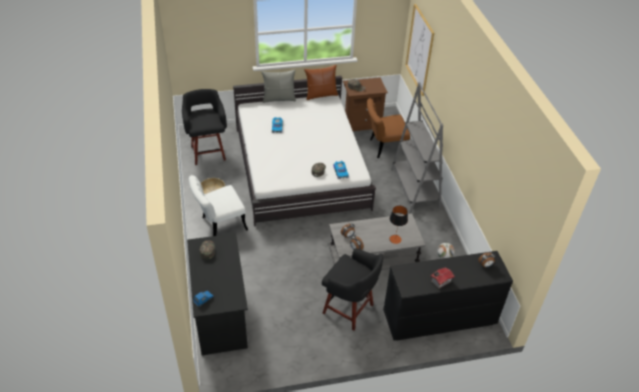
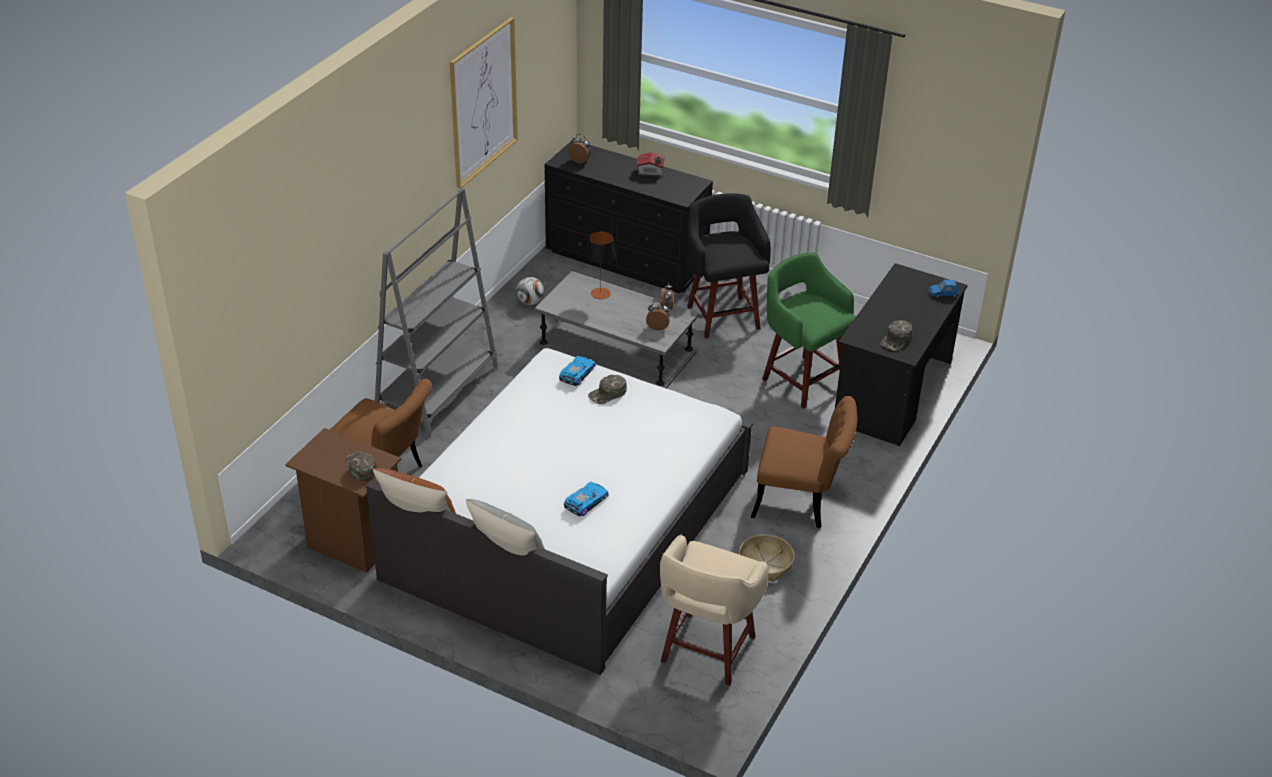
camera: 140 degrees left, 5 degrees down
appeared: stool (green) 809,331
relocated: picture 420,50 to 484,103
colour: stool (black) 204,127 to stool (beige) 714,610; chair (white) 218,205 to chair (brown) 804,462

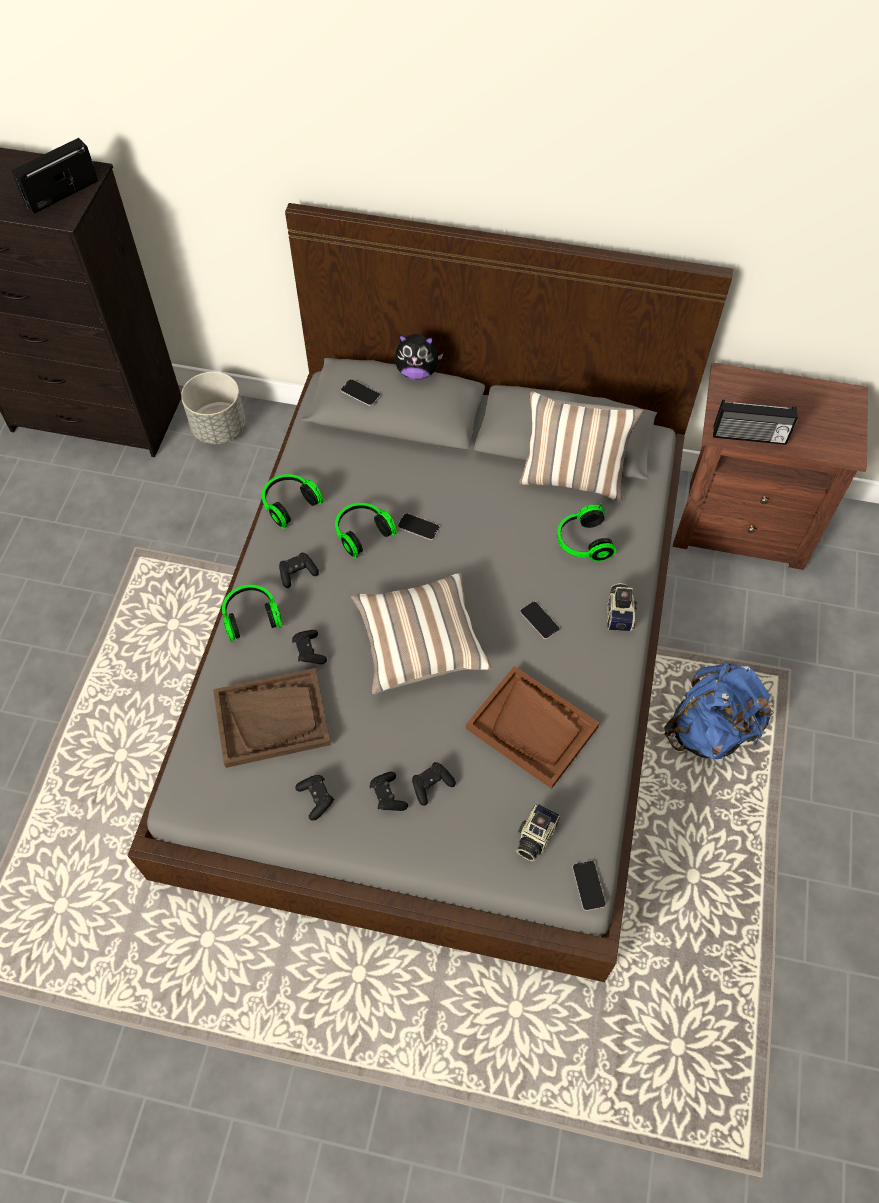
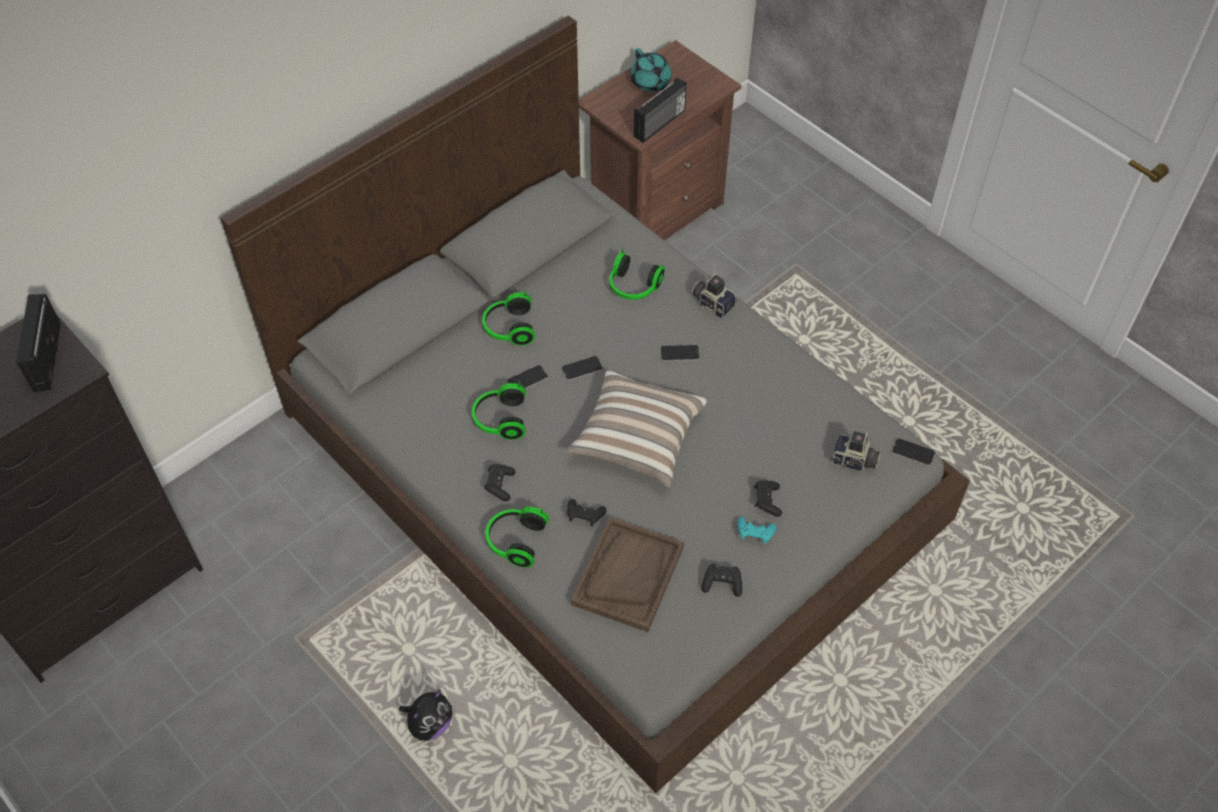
camera: 55 degrees left, 5 degrees down
missing: planter (grey) 213,408; pillow 581,446; backpack (blue) 719,710; tray (brown) 533,727
appeared: teapot (turquoise) 650,70
relocated: plush toy 419,357 to 425,715; phone 360,392 to 582,368; headphones 292,501 to 508,318
colour: game controller (black) 389,791 to game controller (turquoise) 757,530
spun: photo camera 538,832 = 856,451 45 degrees counterclockwise

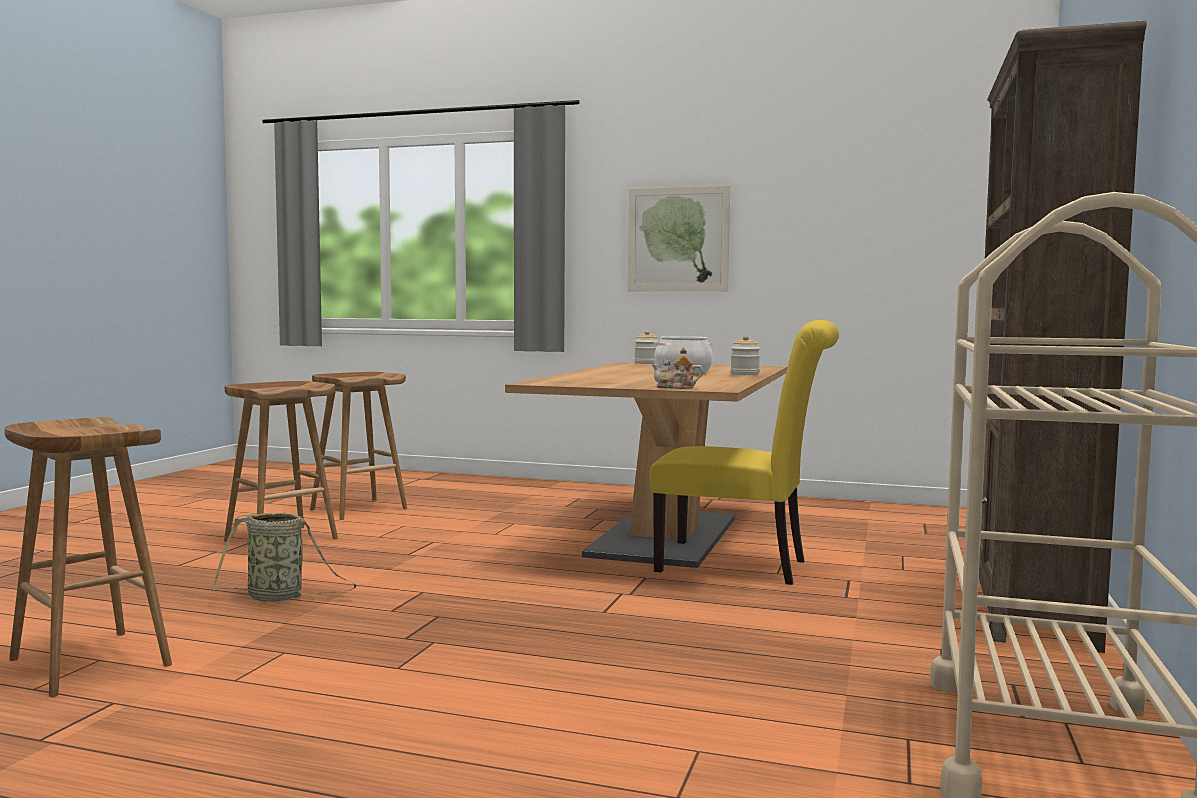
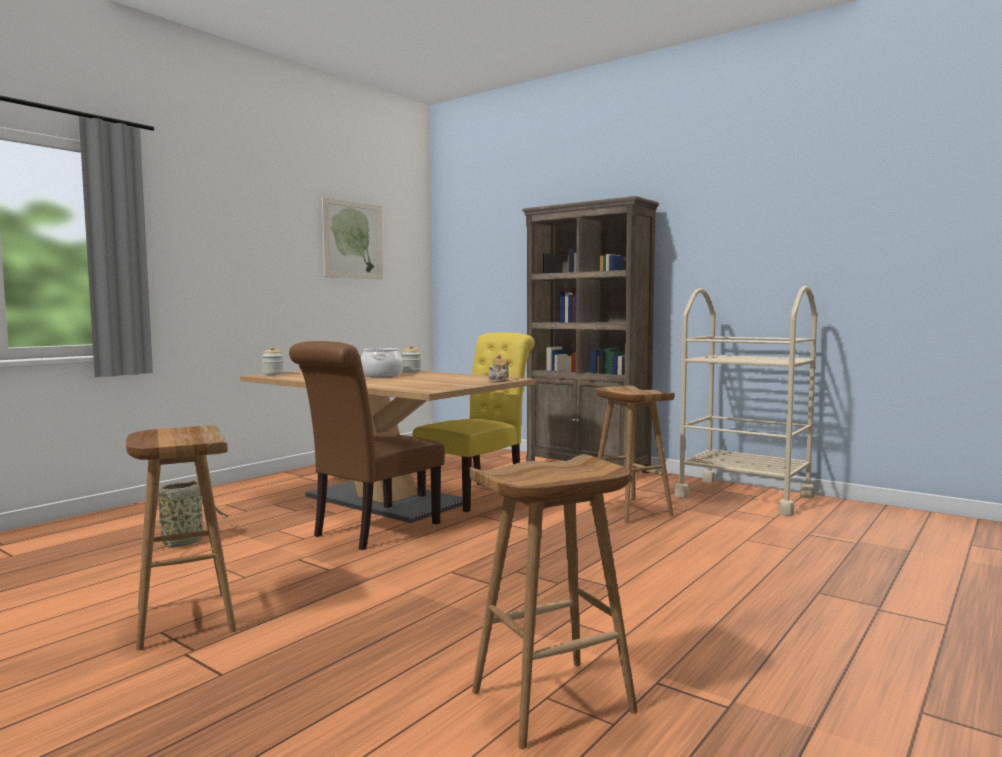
camera: 70 degrees left, 0 degrees up
appeared: chair (brown) 367,445
relocated: picture 679,238 to 352,238; stool (brown) 358,446 to 632,454; basket 284,557 to 191,515

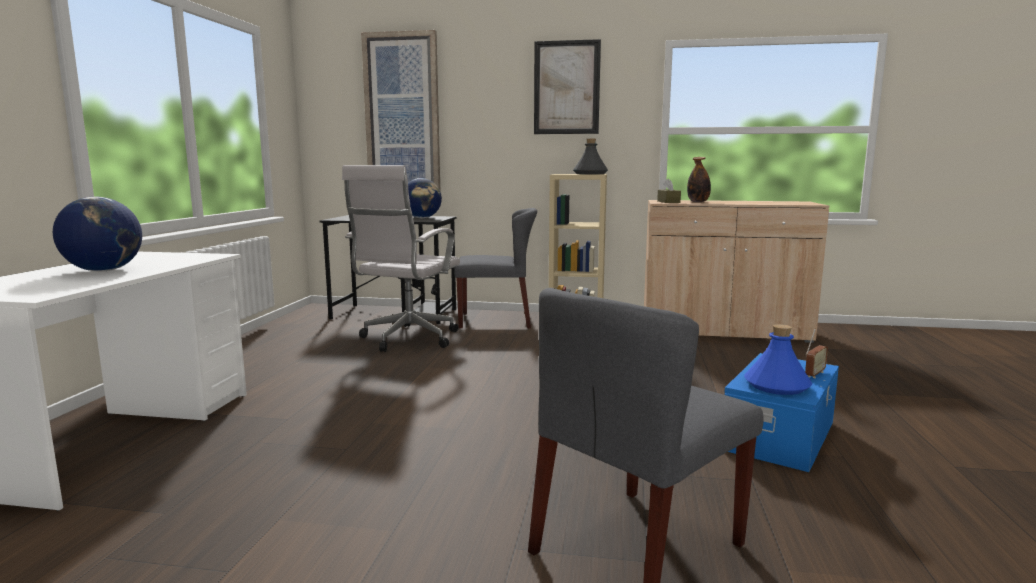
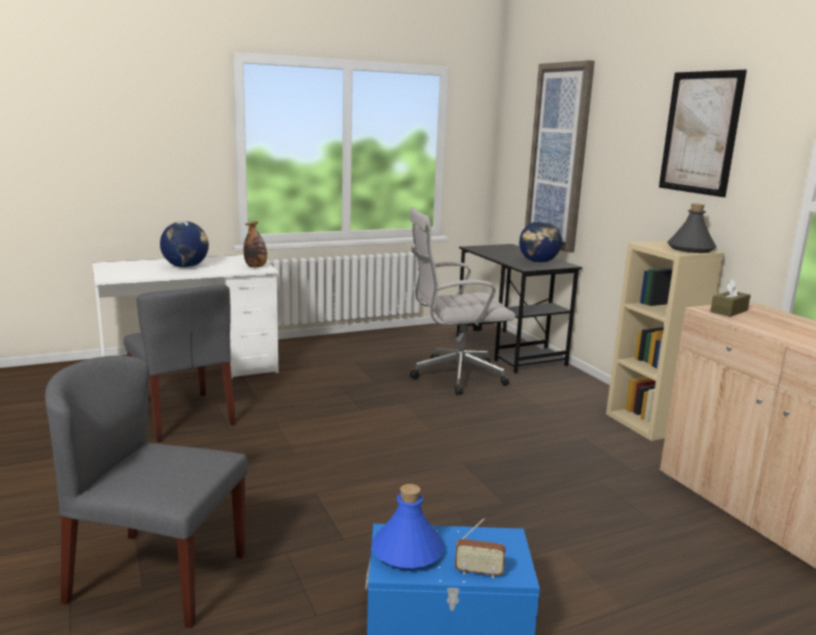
camera: 55 degrees right, 5 degrees up
relocated: bottle 699,179 to 255,244; chair (grey) 495,268 to 180,363

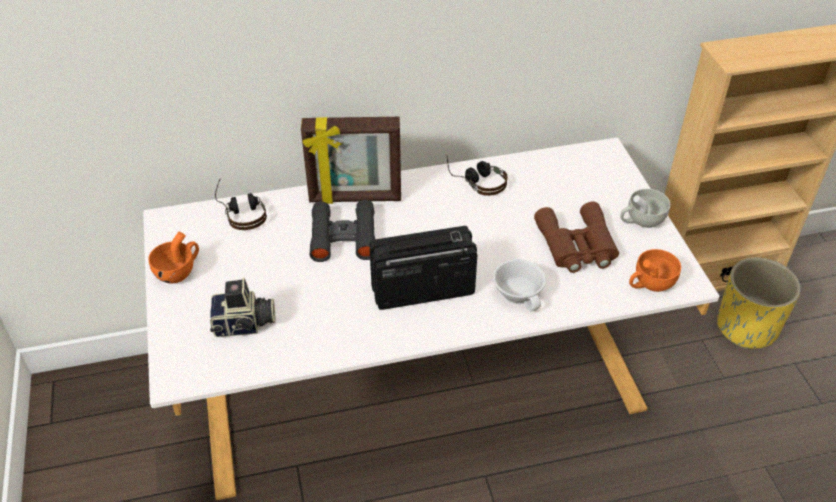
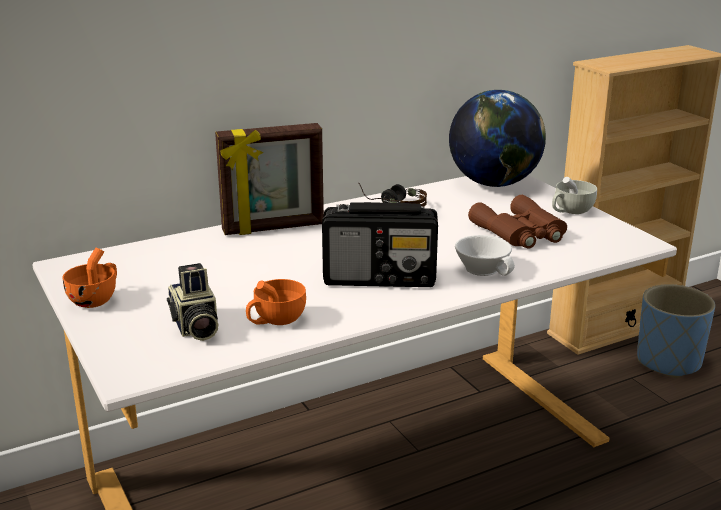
camera: 15 degrees left, 20 degrees down
missing: headphones 241,204; binoculars (black) 342,231
appeared: globe 497,138
relocated: cup (orange) 655,270 to 276,302
colour: planter (yellow) 759,303 to planter (blue) 676,331
spun: radio 423,268 = 380,244 150 degrees counterclockwise; photo camera 242,307 = 192,302 90 degrees clockwise

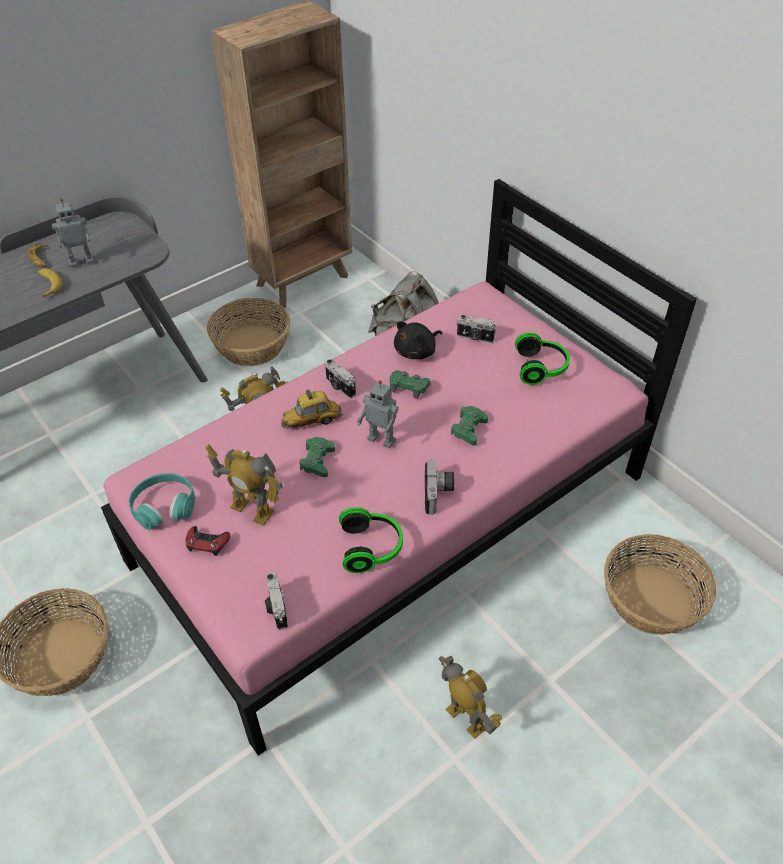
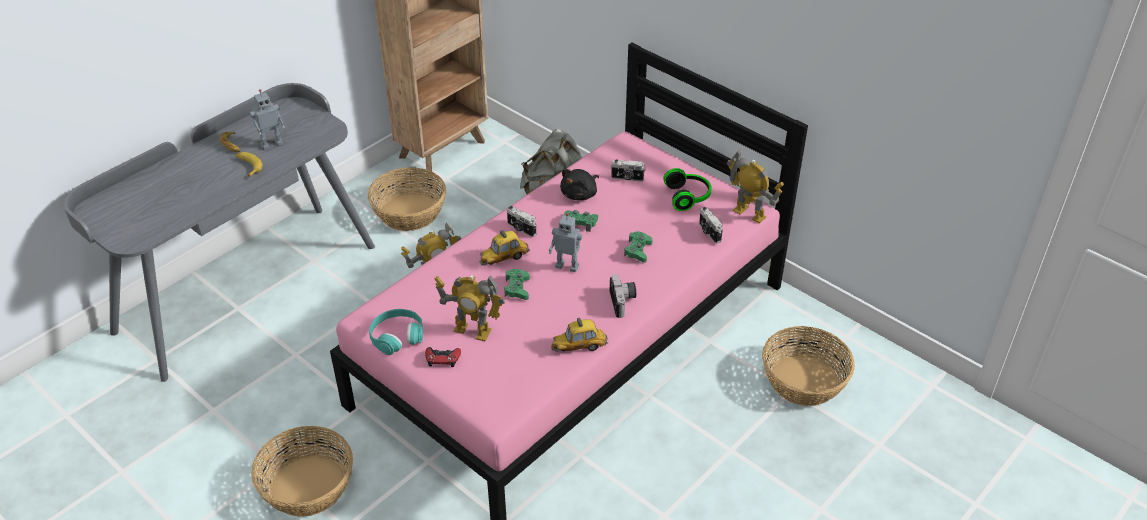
camera: 10 degrees left, 5 degrees down
relocated: photo camera 276,601 to 711,225; toy robot 470,697 to 755,186
exchanged: headphones 371,540 to toy car 579,335

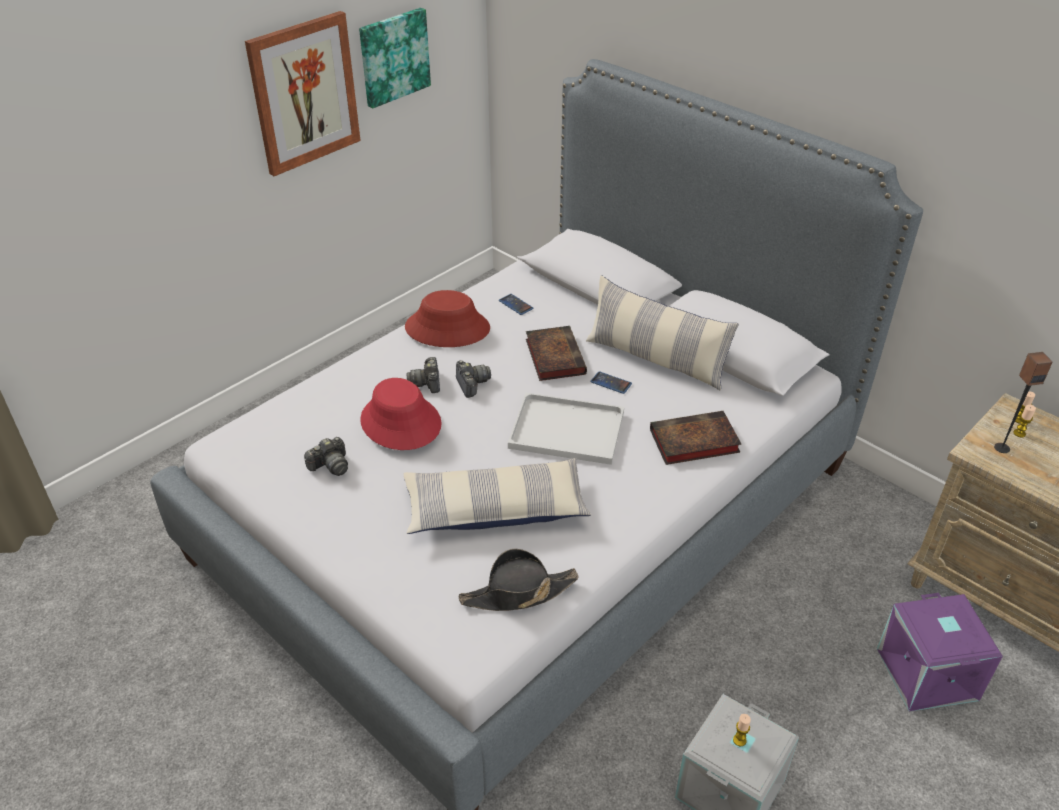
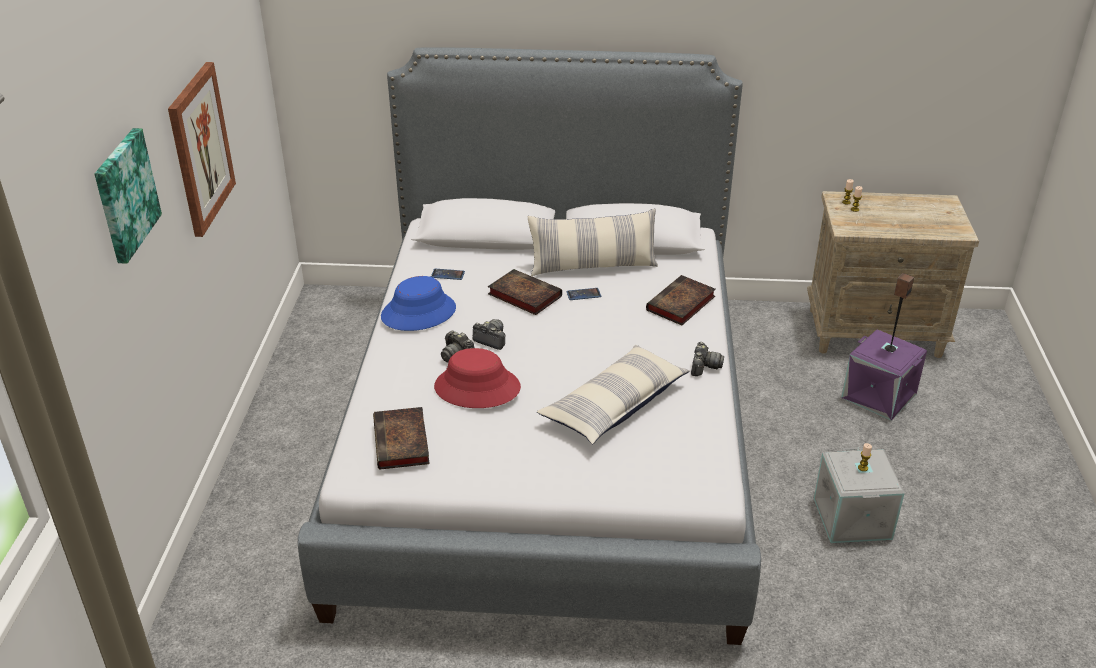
camera: 40 degrees left, 5 degrees down
missing: tray (white) 566,429; hat (black) 518,580
appeared: book 401,438
relocated: picture 395,58 to 128,196; speaker 1023,402 to 899,312; photo camera 326,456 to 707,359
colour: hat (red) 447,318 to hat (blue) 418,303

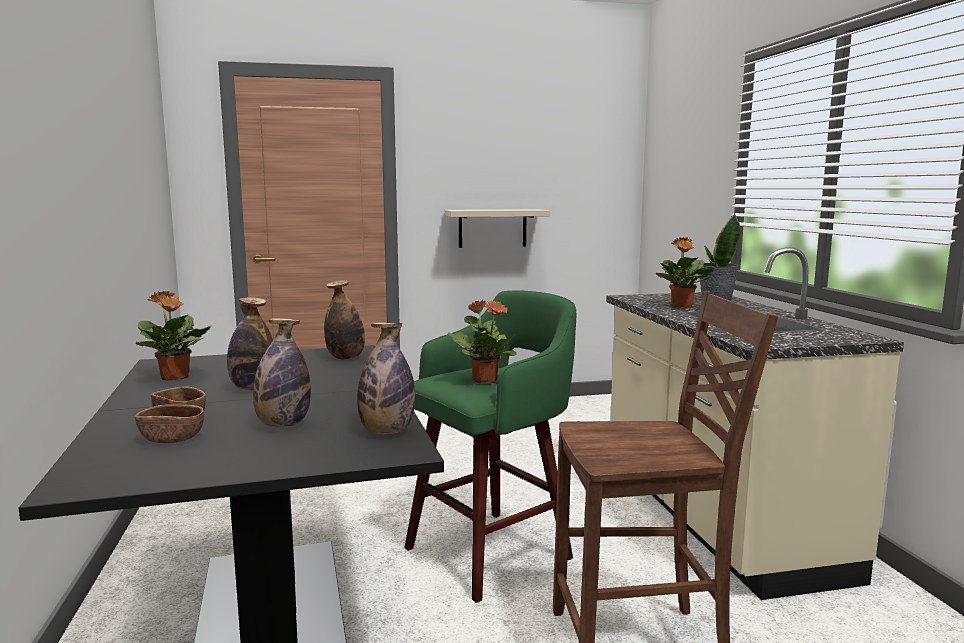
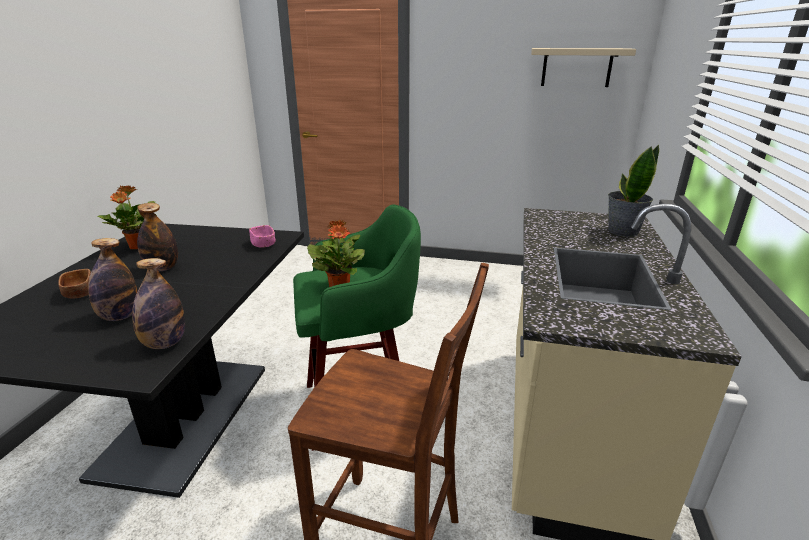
camera: 25 degrees right, 15 degrees up
missing: potted plant 685,272; bowl (brown) 169,423
relocated: shelf (beige) 497,228 to 583,67
exchanged: bottle 344,320 to bowl (pink) 262,236

